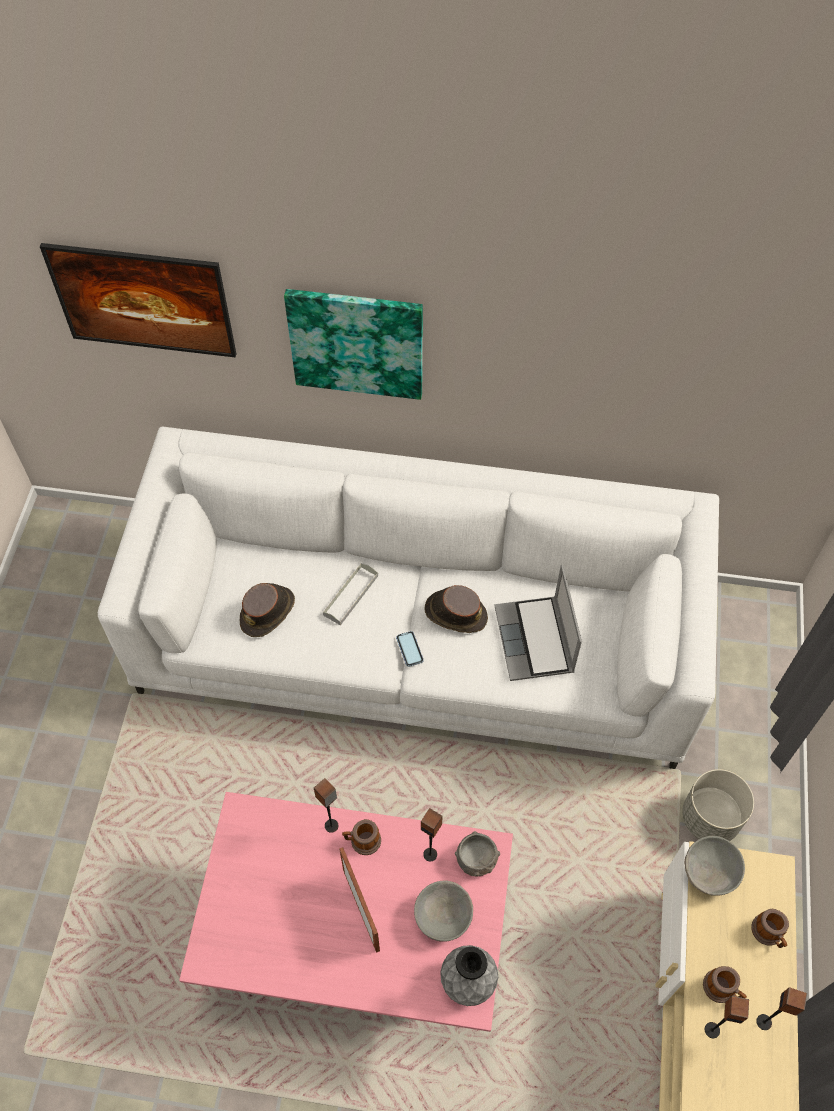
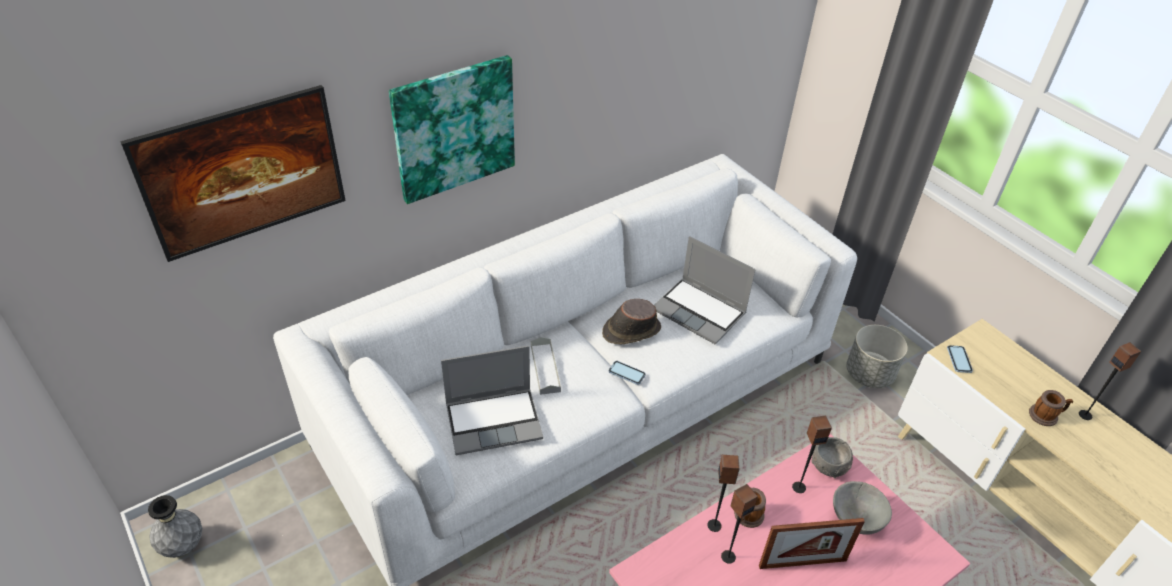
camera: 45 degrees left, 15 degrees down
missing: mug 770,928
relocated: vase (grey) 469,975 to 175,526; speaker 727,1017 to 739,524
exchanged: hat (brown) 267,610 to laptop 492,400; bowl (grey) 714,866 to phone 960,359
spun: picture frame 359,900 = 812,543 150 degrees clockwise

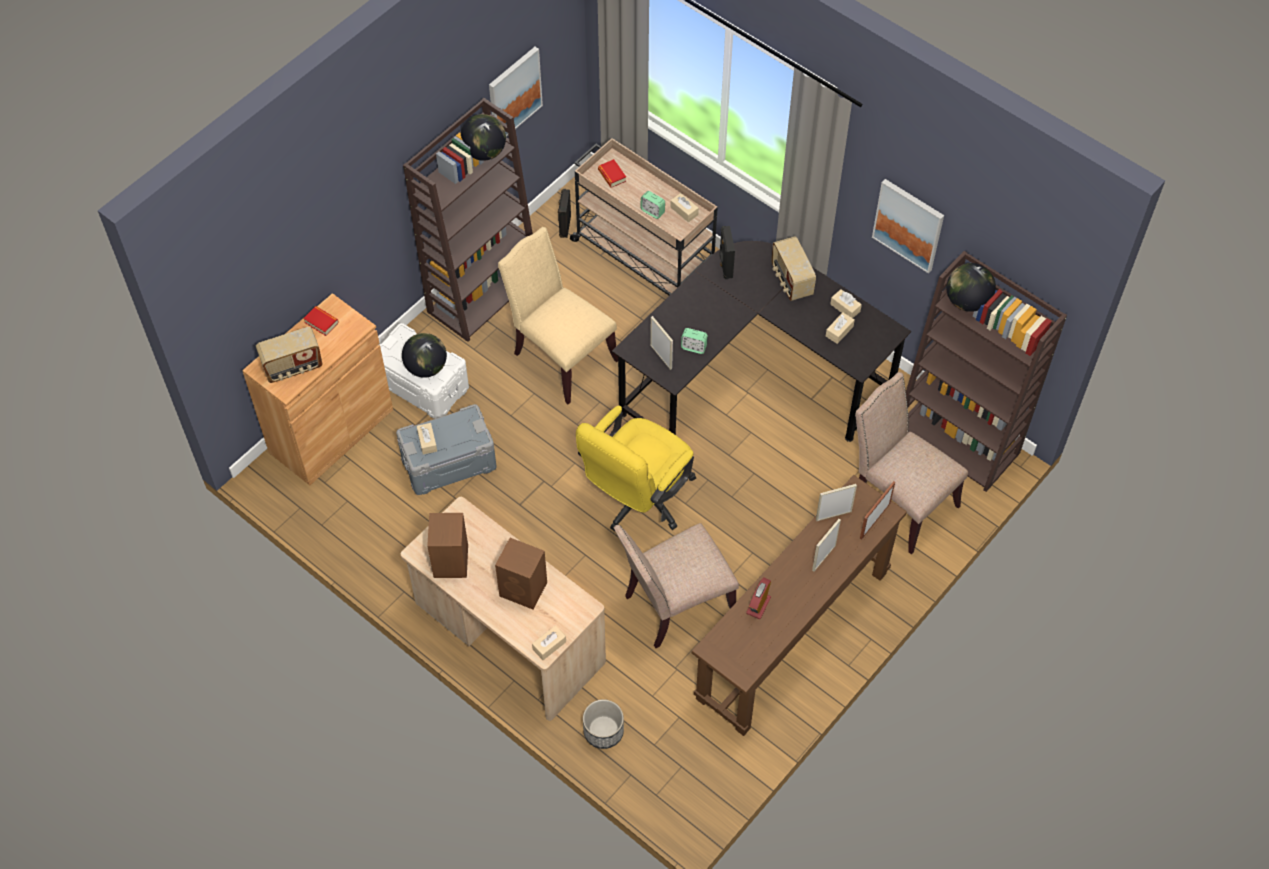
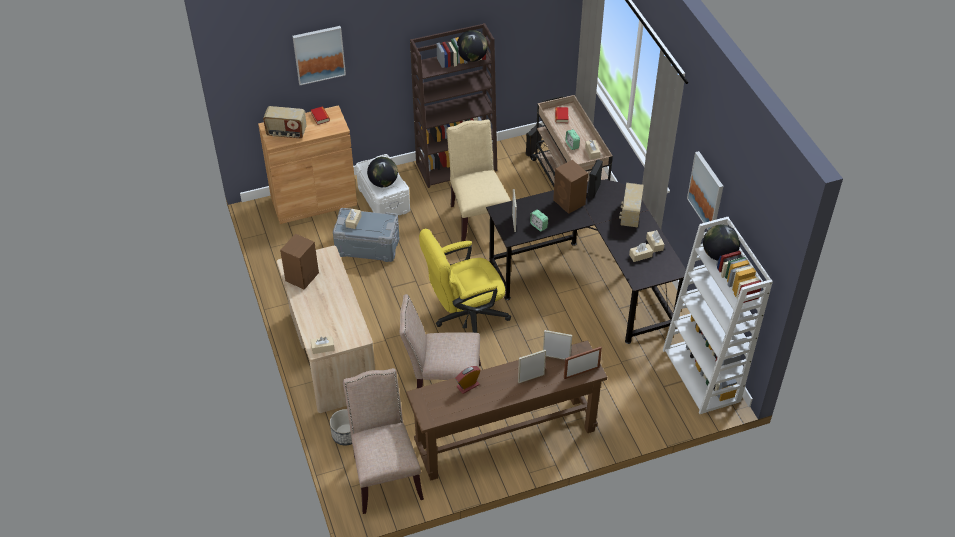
camera: 30 degrees right, 10 degrees down
relocated: picture 516,92 to 319,55; chair (beige) 911,463 to 383,441; speaker (brown) 521,573 to 570,187
colour: bookcase (brown) 986,371 to bookcase (white) 718,315

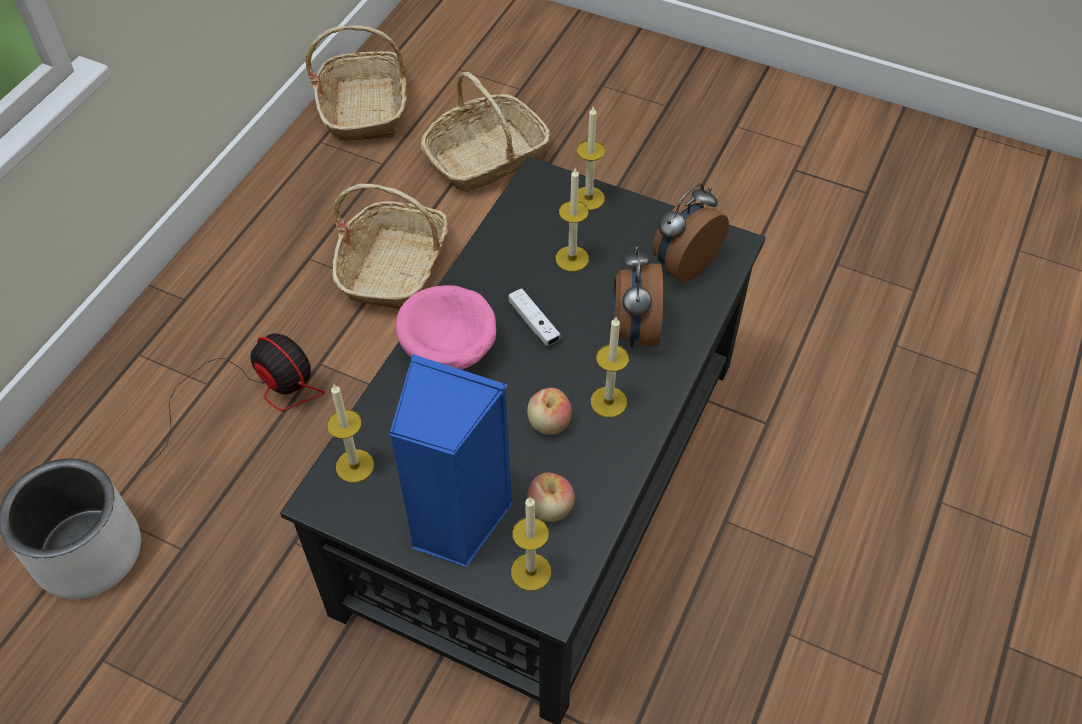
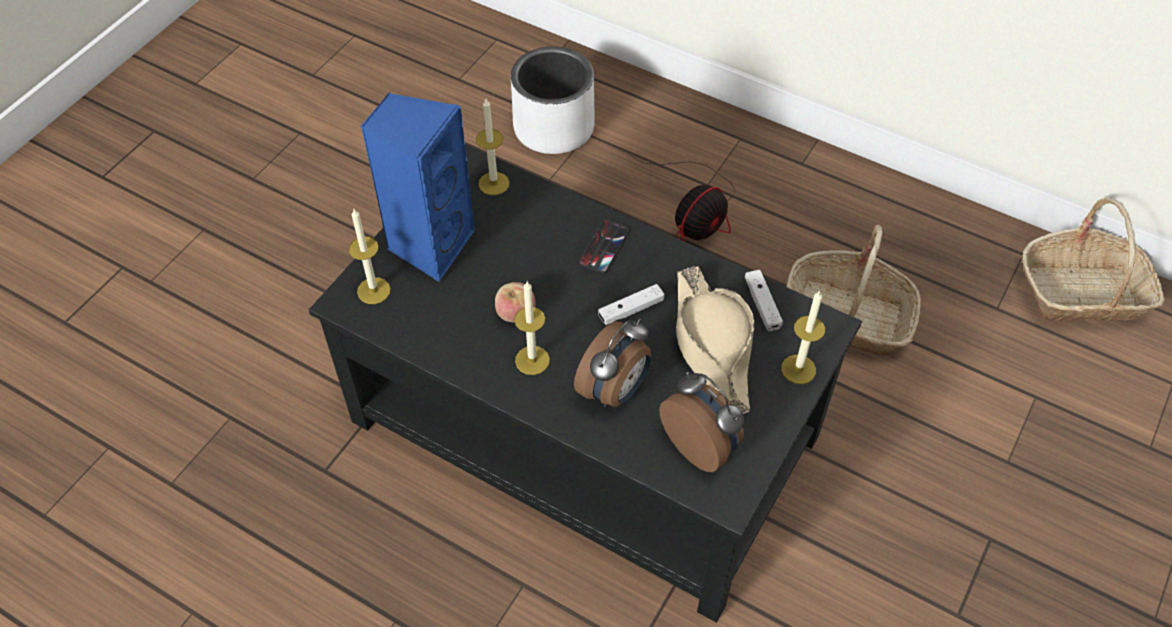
camera: 95 degrees right, 0 degrees up
missing: basket 485,132; apple 551,497
appeared: game controller (white) 764,300
exchanged: candle 572,219 to hat (beige) 715,340; bowl (pink) 446,327 to phone 604,246
spun: alarm clock 638,297 = 612,363 120 degrees clockwise

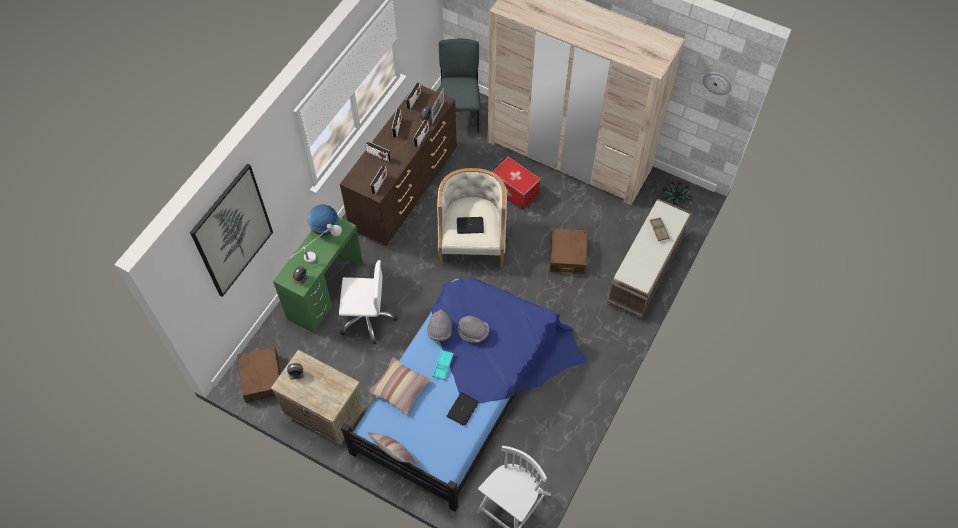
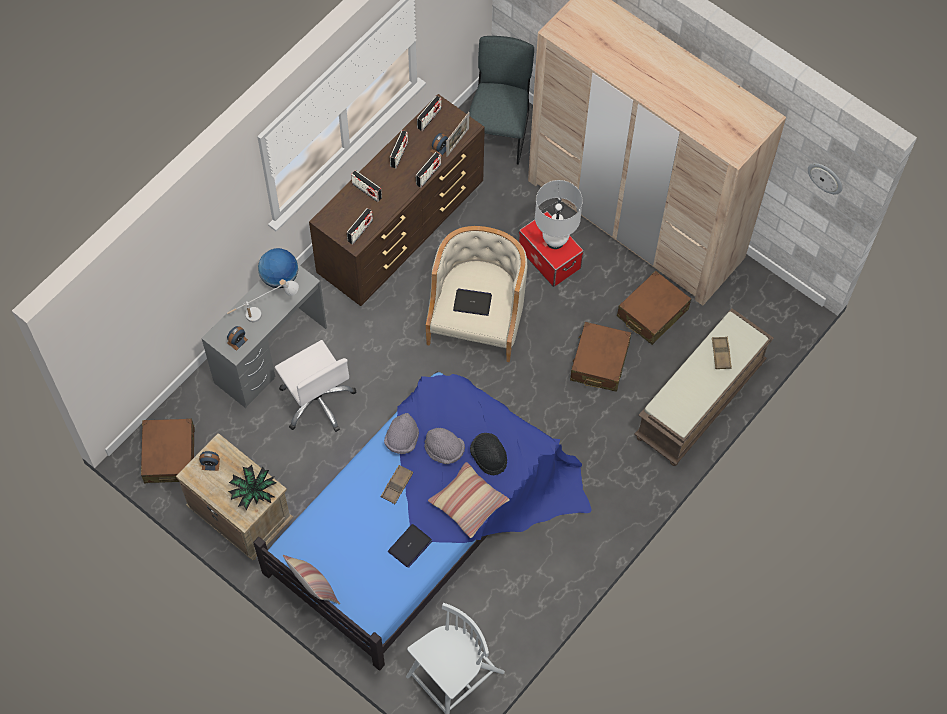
camera: 10 degrees right, 5 degrees up
missing: picture 231,230
appeared: table lamp (white) 559,214; suitcase (brown) 654,308; hat (black) 488,454
relocated: potted plant 677,194 to 252,487; pillow 399,385 to 469,500
colour: desk (green) 318,275 to desk (grey) 264,336; tray (turquoise) 443,365 to tray (brown) 397,484
spun: office chair (white) 368,302 = 315,386 45 degrees clockwise

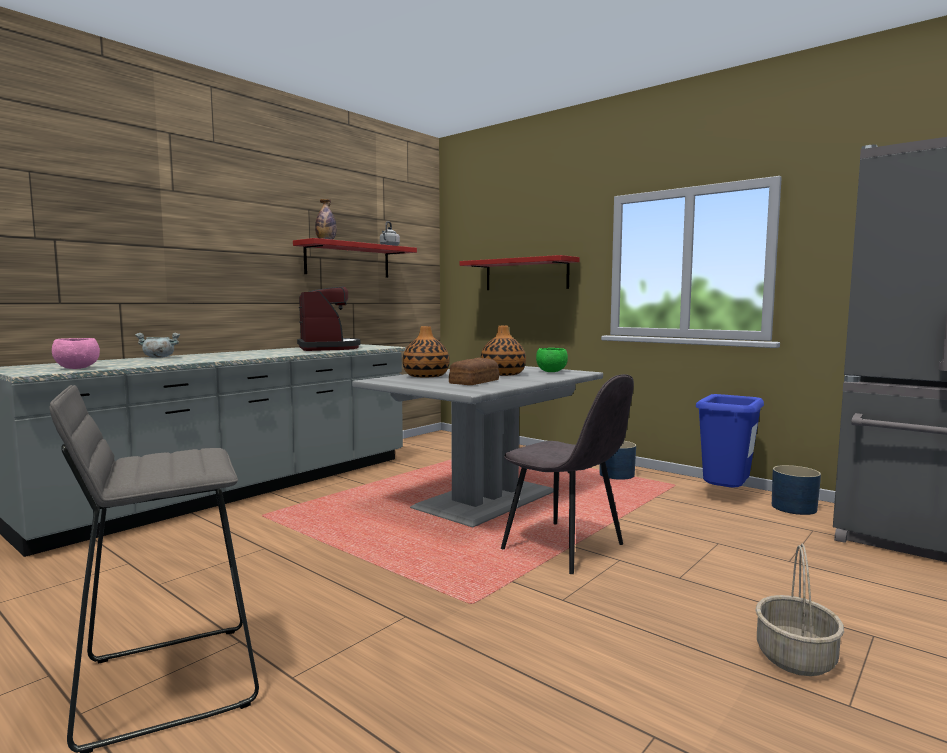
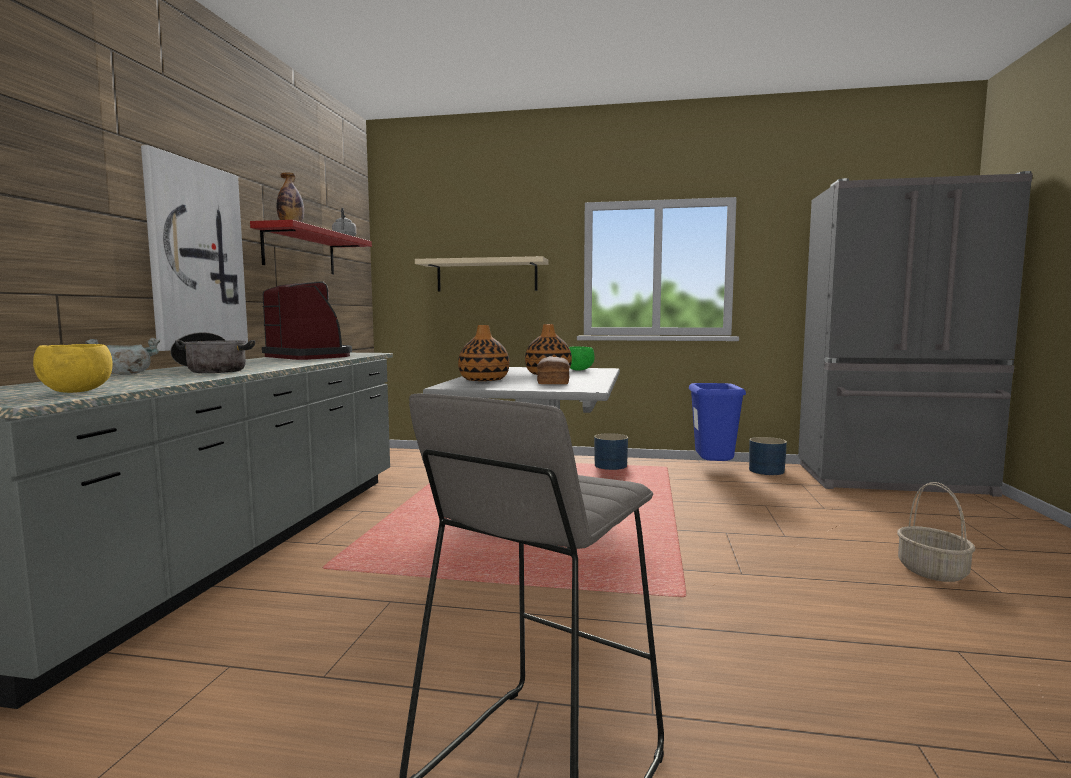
camera: 30 degrees left, 0 degrees up
missing: chair (grey) 567,474
appeared: picture 194,248; cooking pot 212,352
colour: shelf (red) 519,272 to shelf (beige) 482,274; bowl (pink) 76,353 to bowl (yellow) 72,368

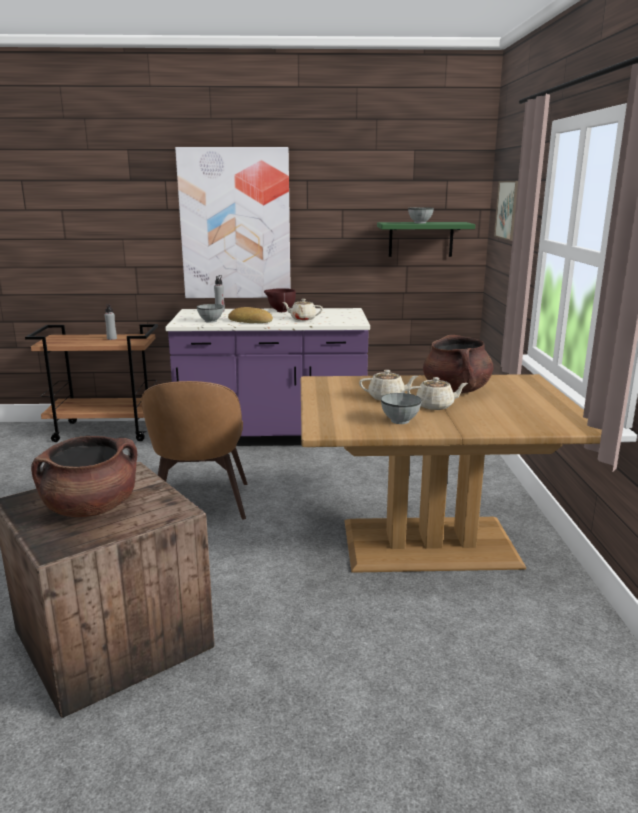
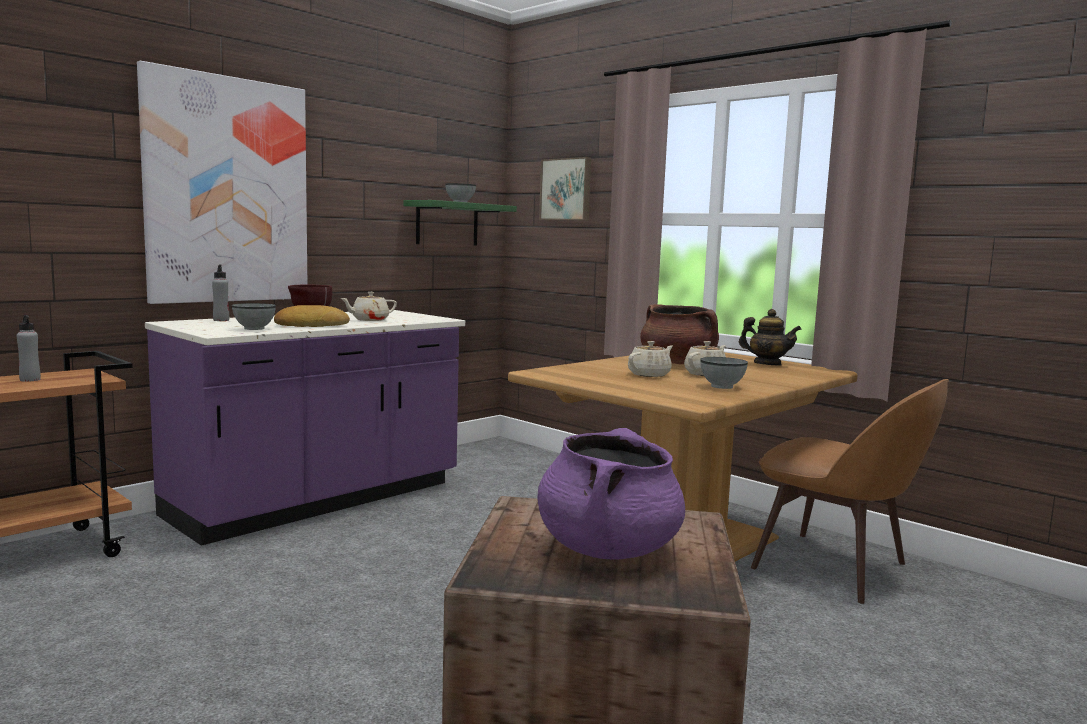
camera: 45 degrees left, 10 degrees down
appeared: teapot 770,337
relocated: chair (brown) 194,450 to 850,491
colour: cooking pot (brown) 84,476 to cooking pot (purple) 611,494

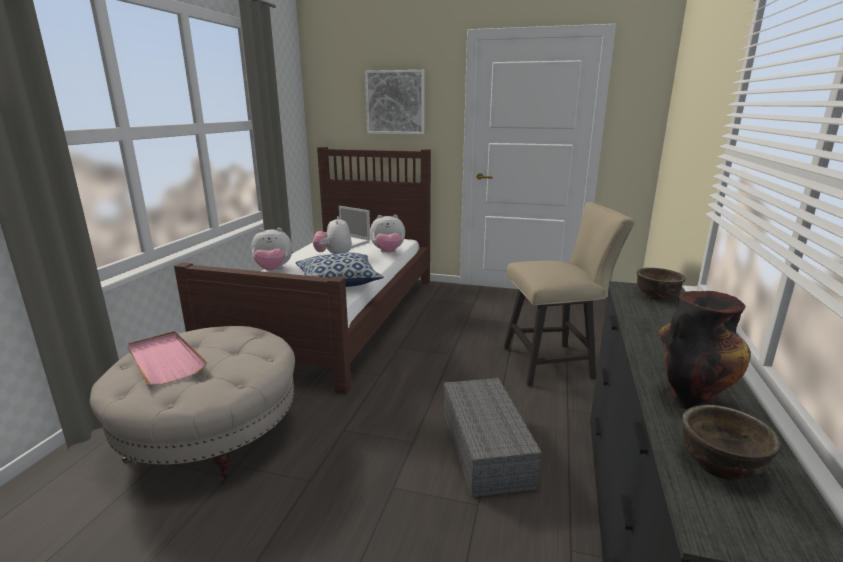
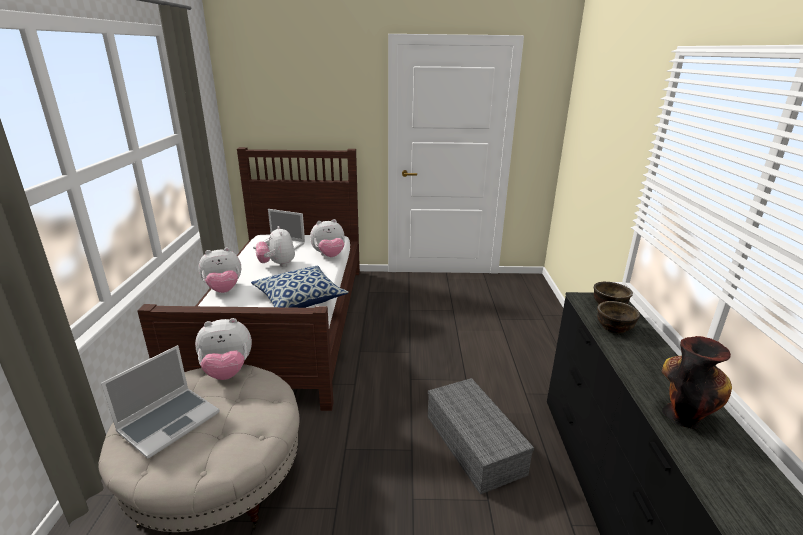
camera: 15 degrees left, 5 degrees up
missing: picture 394,102; chair (beige) 569,294
appeared: plush toy 223,349
relocated: bowl (brown) 731,442 to 618,317
exchanged: tray (pink) 167,358 to laptop 160,401

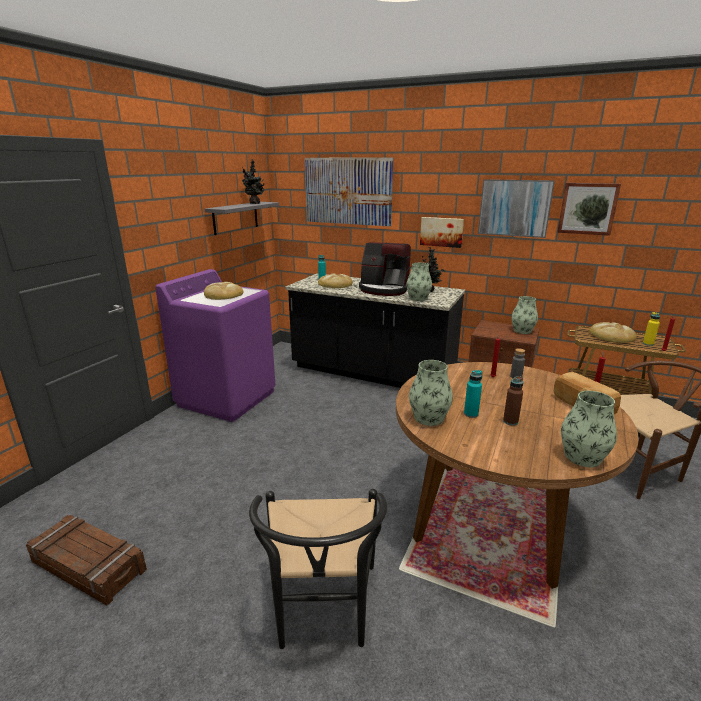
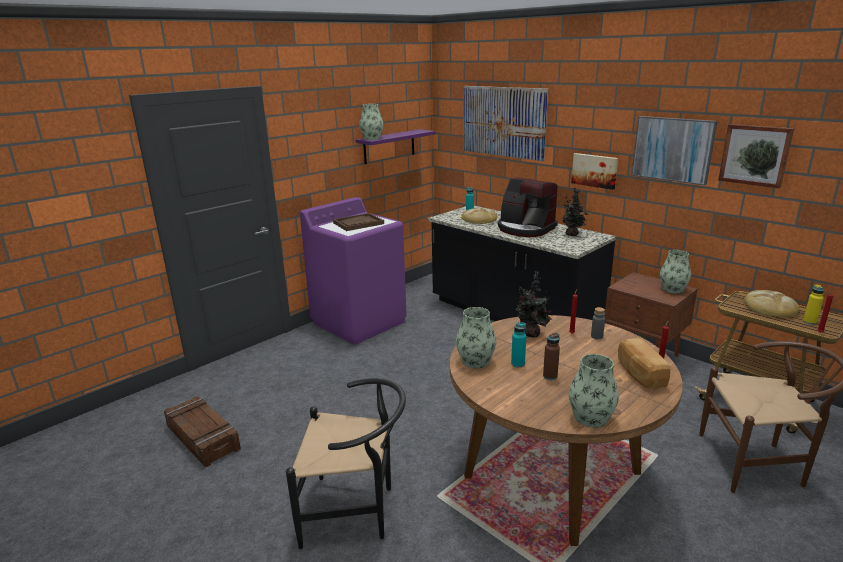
camera: 20 degrees right, 0 degrees up
relocated: potted plant 253,181 to 534,304; vase 419,282 to 371,122
exchanged: bread 223,291 to tray (brown) 358,222
colour: shelf (grey) 242,218 to shelf (purple) 396,146
spun: chair (black) 318,569 = 346,463 105 degrees counterclockwise

